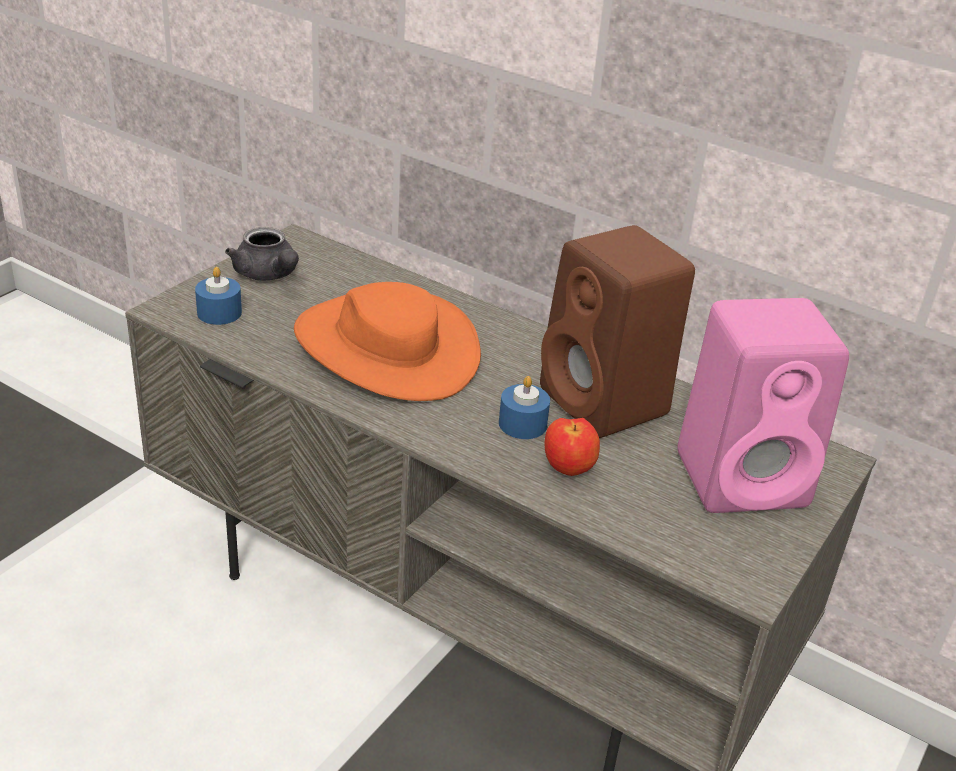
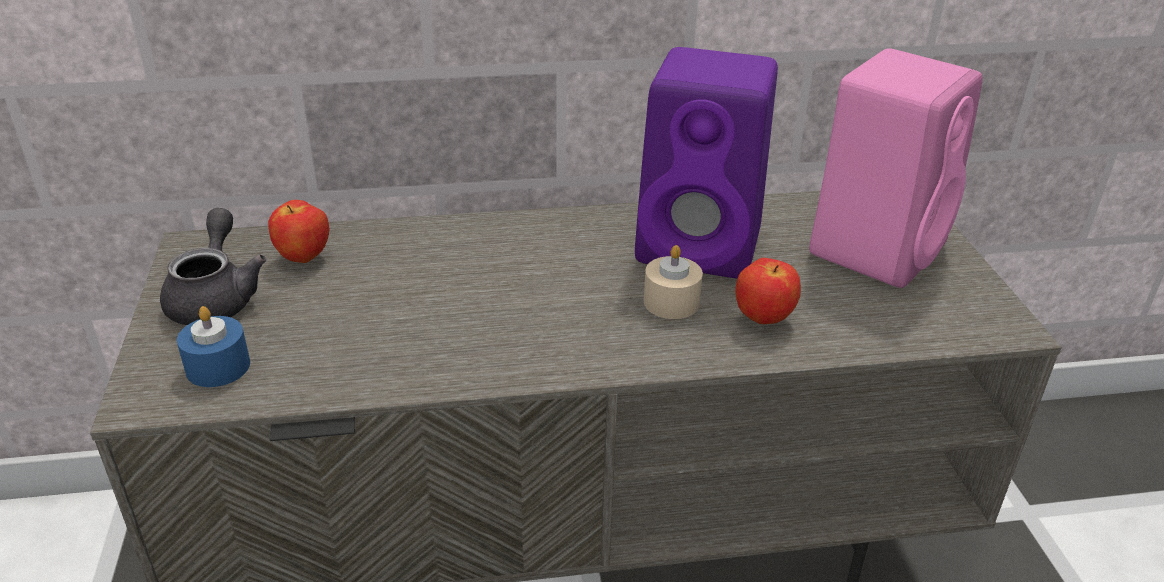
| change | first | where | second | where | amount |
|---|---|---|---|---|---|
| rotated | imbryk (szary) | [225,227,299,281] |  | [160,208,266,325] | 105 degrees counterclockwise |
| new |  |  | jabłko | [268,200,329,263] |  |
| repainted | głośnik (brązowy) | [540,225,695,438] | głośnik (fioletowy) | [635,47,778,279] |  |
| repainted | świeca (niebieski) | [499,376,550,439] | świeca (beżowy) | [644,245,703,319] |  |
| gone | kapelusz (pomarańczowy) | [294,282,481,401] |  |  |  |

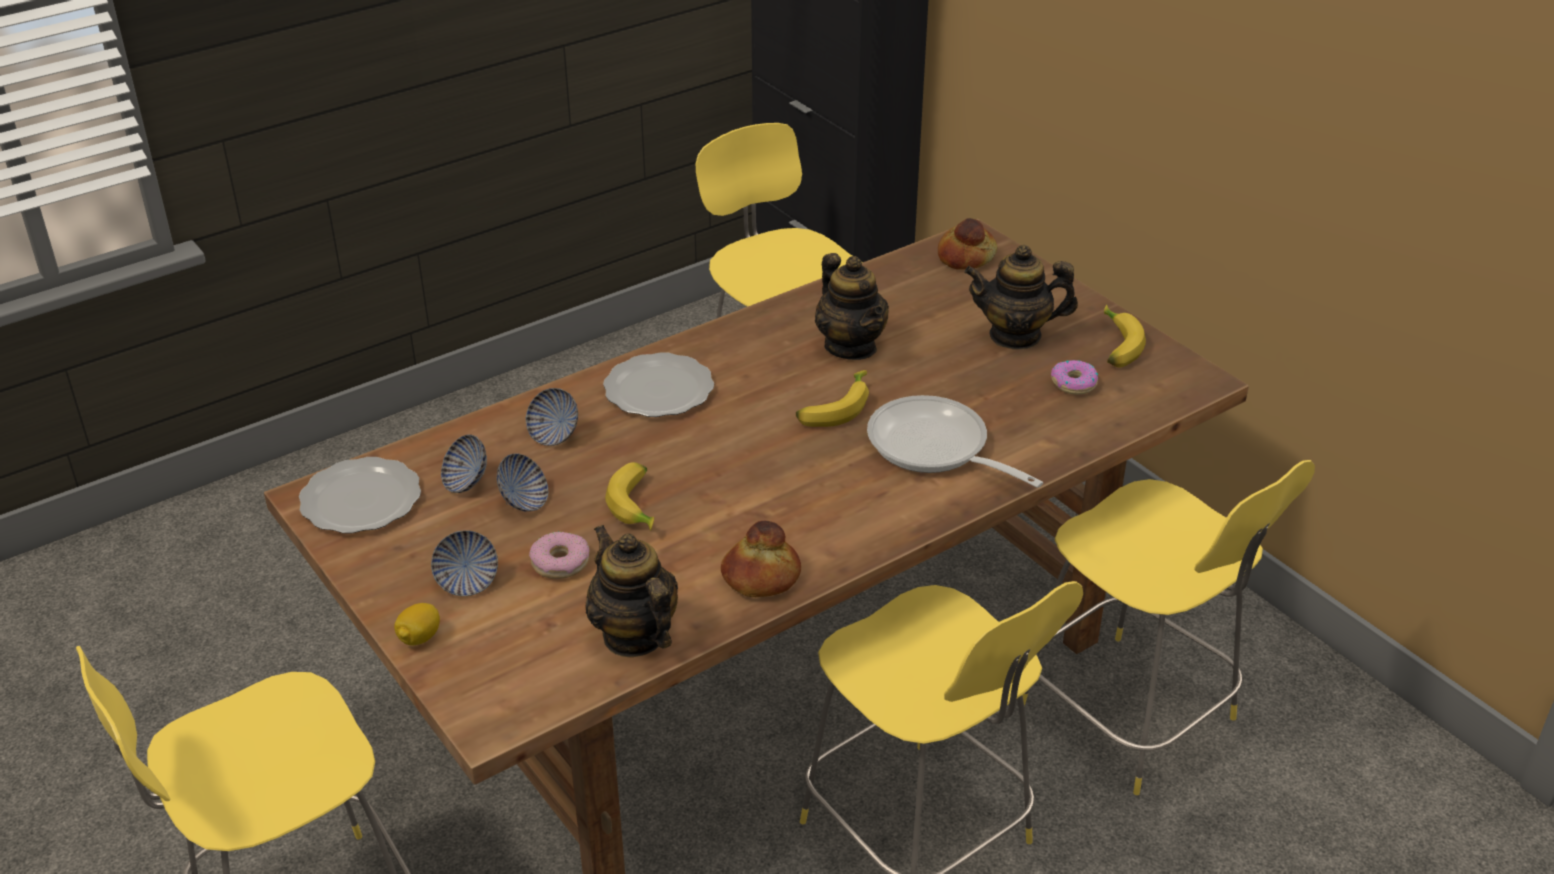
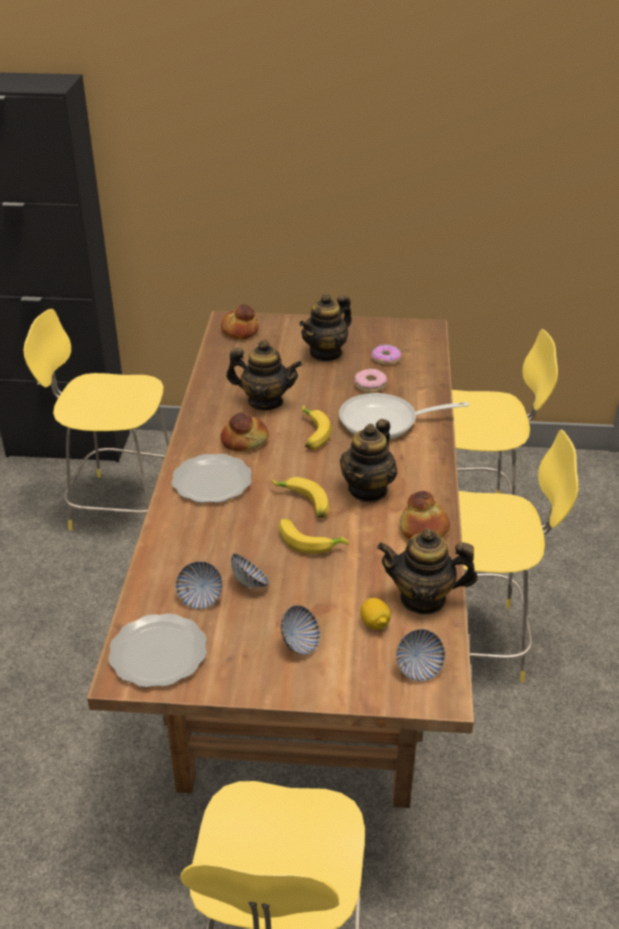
| change | first | where | second | where | amount |
|---|---|---|---|---|---|
| new |  |  | chleb | [220,412,269,451] |  |
| shifted | banan | [1104,305,1146,368] |  | [271,477,329,518] |  |
| new |  |  | imbryk | [340,419,398,502] |  |
| shifted | donut | [529,532,589,579] |  | [354,369,387,393] |  |
| shifted | cytryna | [394,603,440,646] |  | [360,598,391,630] |  |
| shifted | miska | [526,388,578,446] |  | [396,629,445,681] |  |

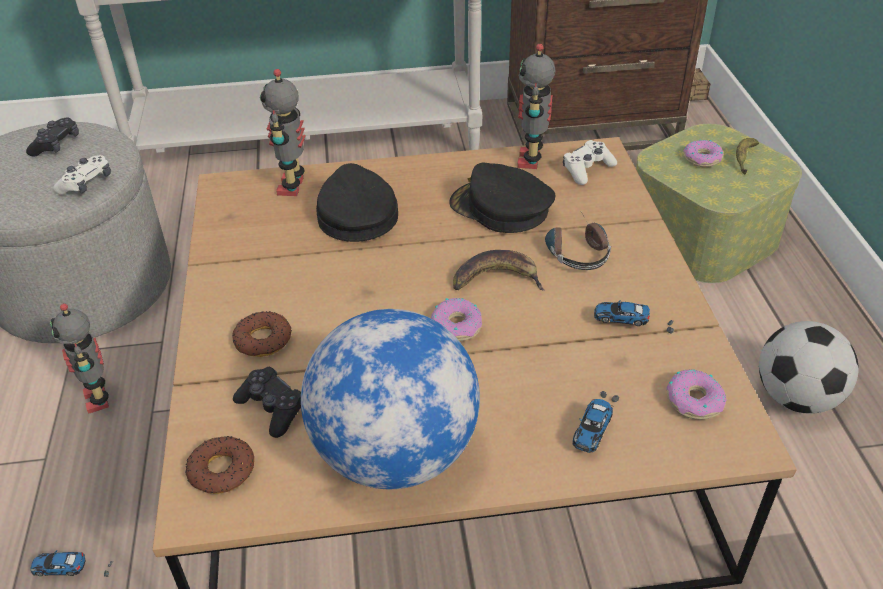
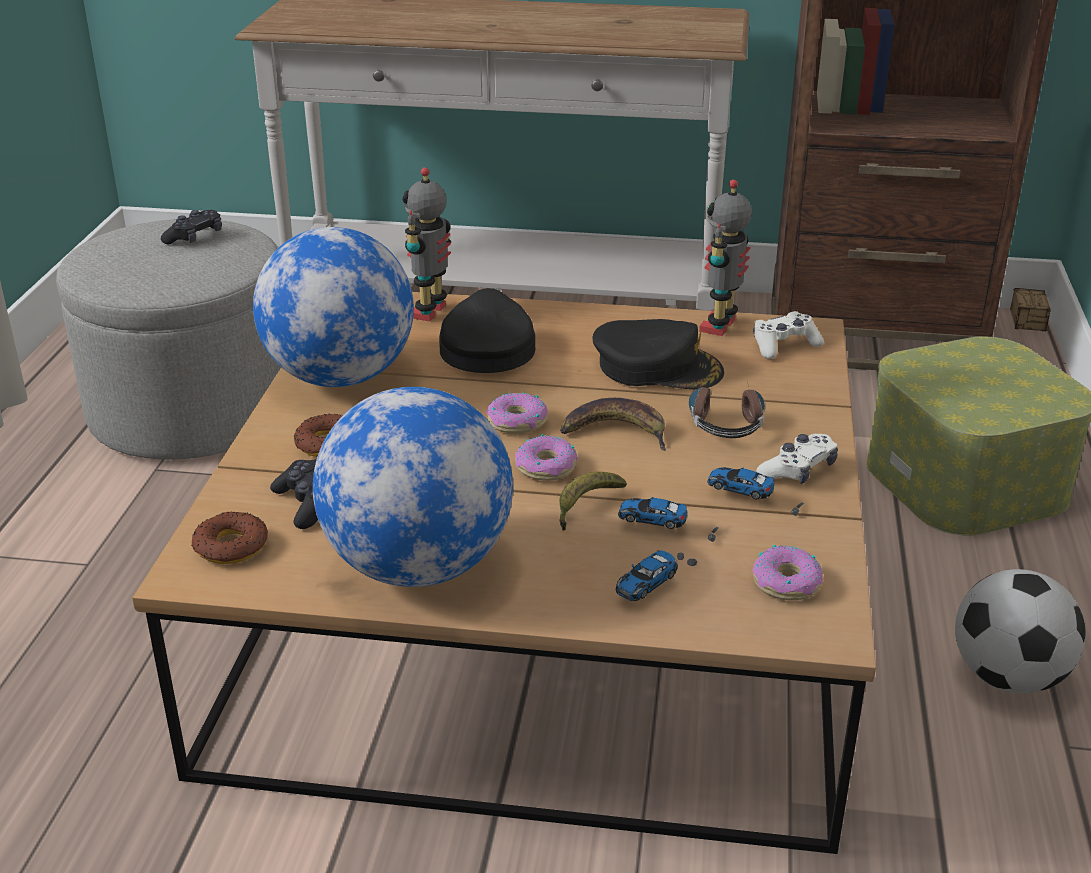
| change | first | where | second | where | amount |
|---|---|---|---|---|---|
| new |  |  | globus | [253,227,414,387] |  |
| shifted | donut | [683,139,724,167] |  | [487,392,548,433] |  |
| shifted | banan | [736,138,759,175] |  | [559,472,627,531] |  |
| rotated | czapka z daszkiem (czarny) | [449,162,556,233] |  | [593,319,724,389] | 150 degrees clockwise |
| shifted | samochodzik | [30,550,113,577] |  | [618,497,719,542] |  |
| shifted | pad do gier (biały) | [53,155,111,195] |  | [756,434,838,484] |  |
| gone | robot zabawkowy | [50,303,109,414] |  |  |  |

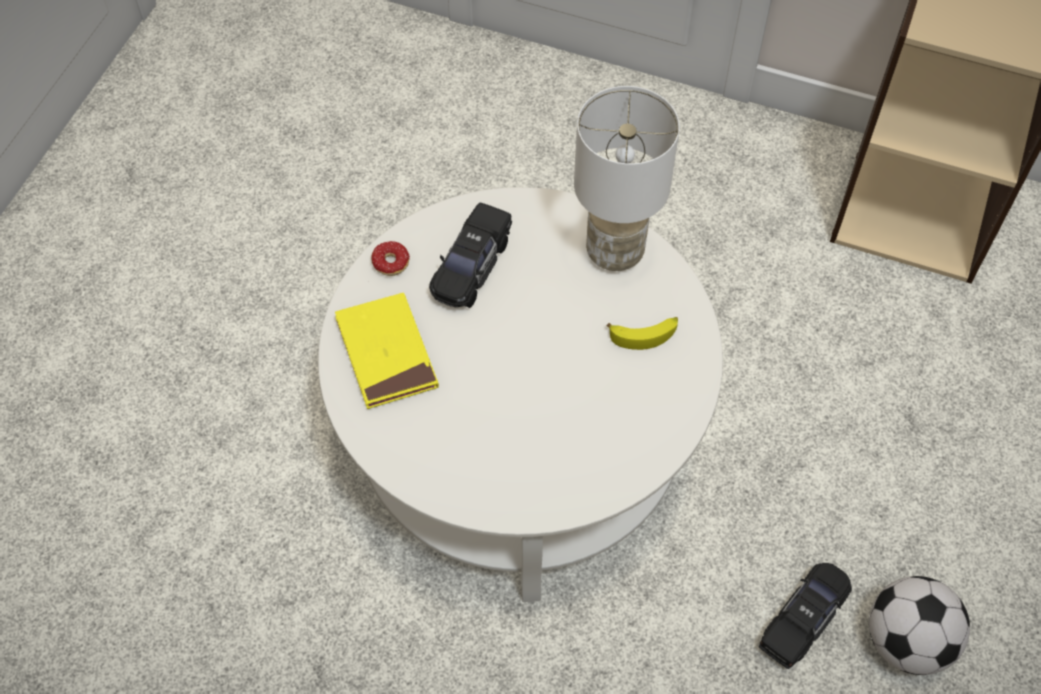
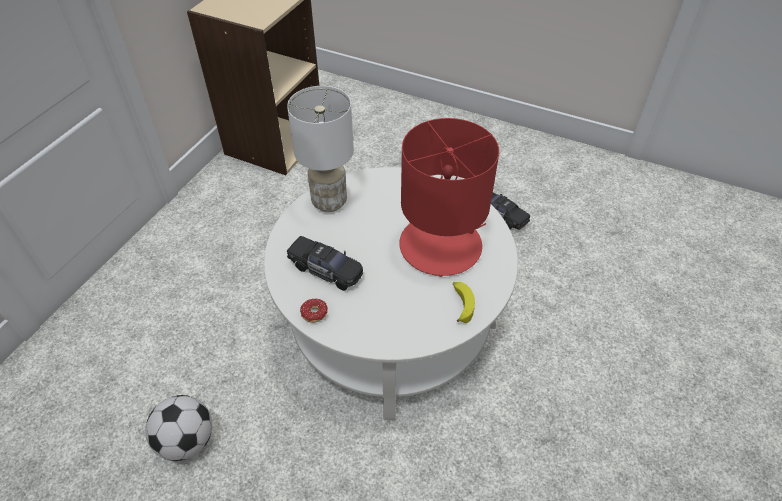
| change | first | where | second | where | amount |
|---|---|---|---|---|---|
| shifted | piłka futbolowa | [869,576,970,675] |  | [145,395,212,461] |  |
| new |  |  | lampa stołowa (czerwony) | [399,118,499,277] |  |
| shifted | banan | [606,317,678,350] |  | [453,282,475,323] |  |
| gone | książka (żółty) | [335,293,439,409] |  |  |  |

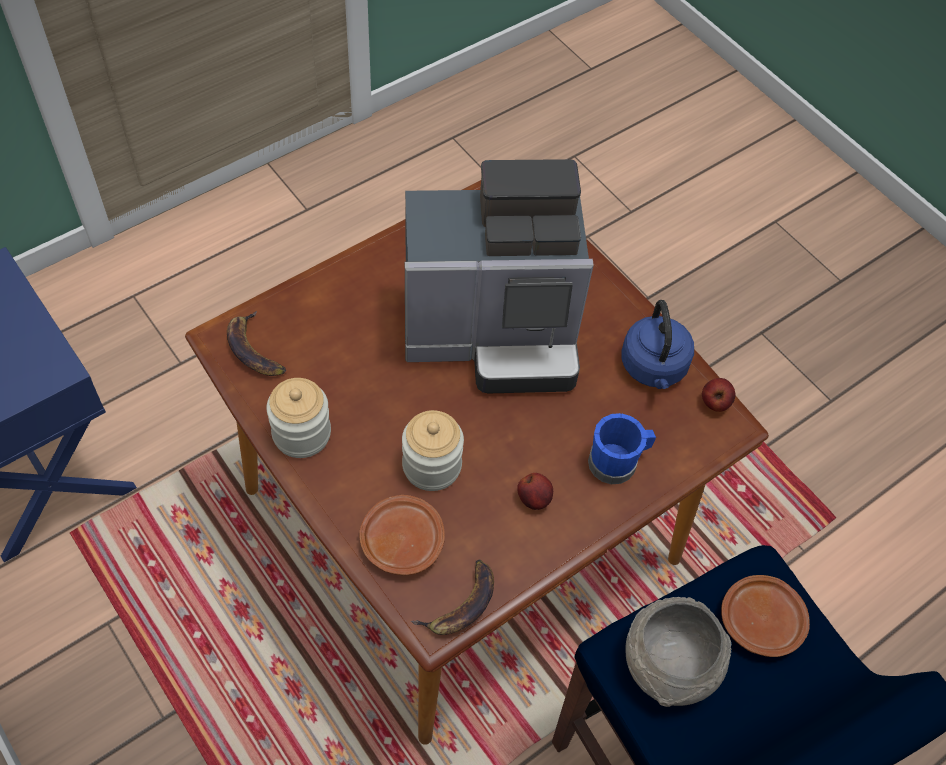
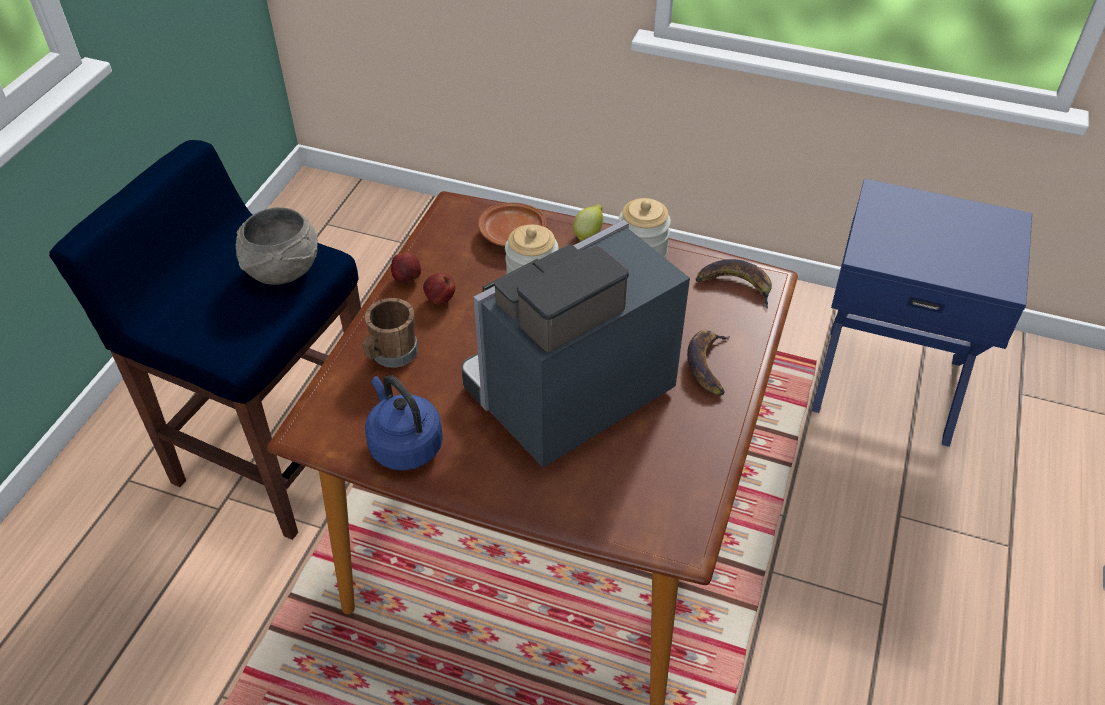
| change | first | where | second | where | amount |
|---|---|---|---|---|---|
| repainted | kubek (niebieski) | [588,413,656,484] | kubek (brązowy) | [362,298,418,368] |  |
| shifted | jabłko | [702,378,736,412] |  | [391,252,421,284] |  |
| new |  |  | cytryna | [573,205,603,241] |  |
| shifted | banan | [411,559,494,635] |  | [687,330,730,396] |  |
| gone | talerz (brązowy) | [721,575,810,657] |  |  |  |

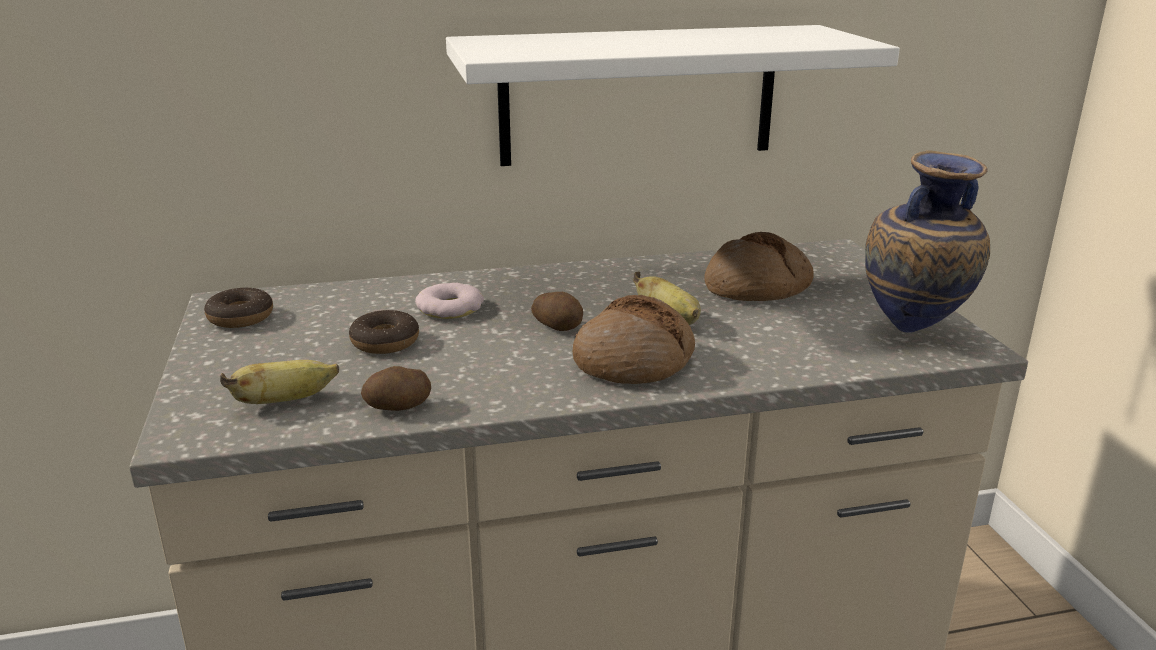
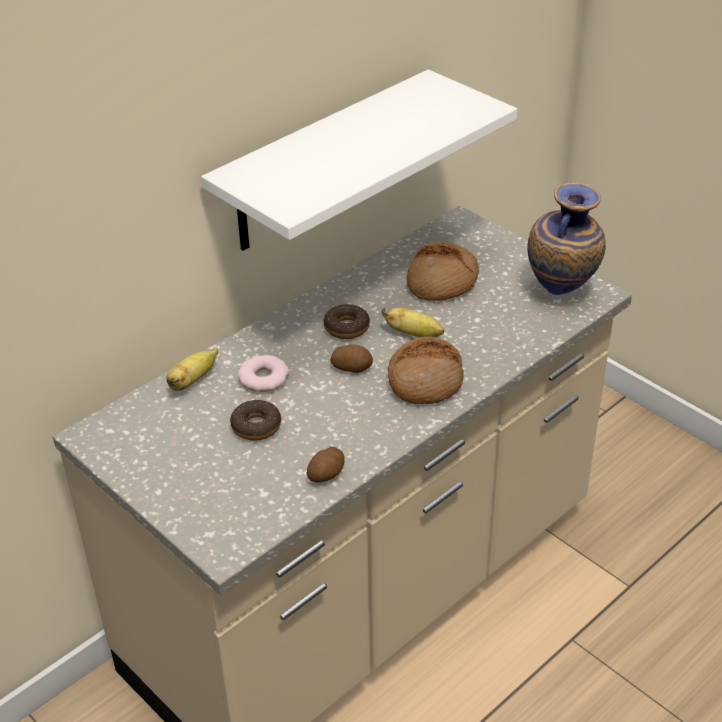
| change | first | where | second | where | amount |
|---|---|---|---|---|---|
| shifted | banan | [220,360,339,404] |  | [166,349,218,391] |  |
| shifted | donut | [204,287,273,328] |  | [324,304,370,339] |  |

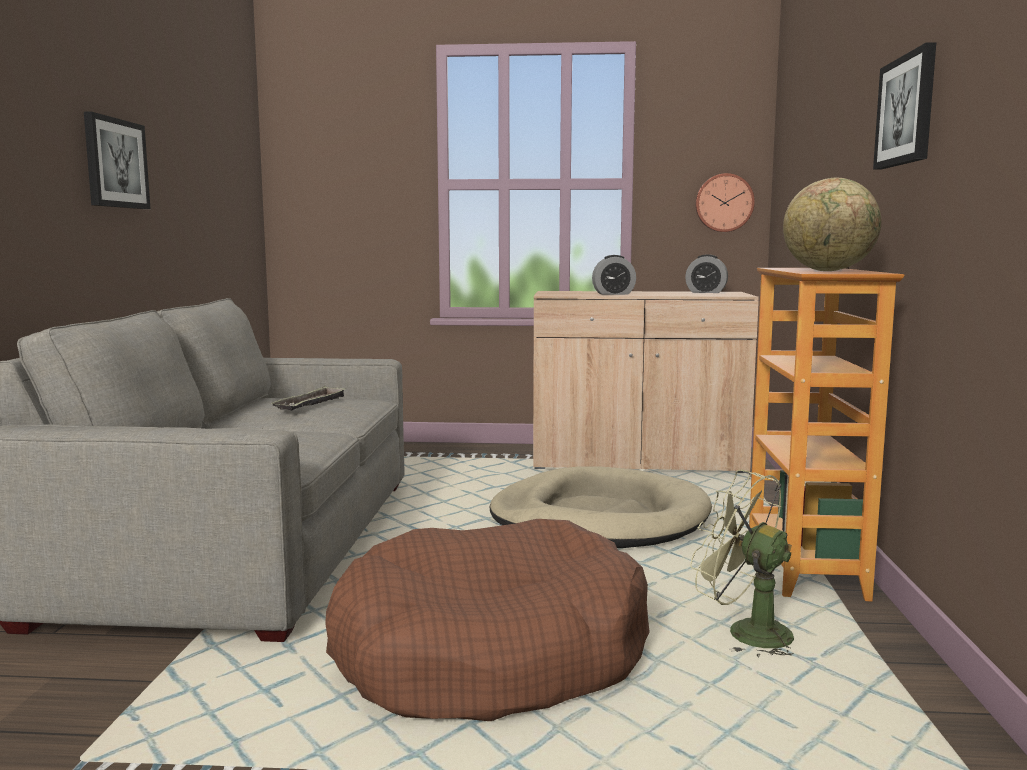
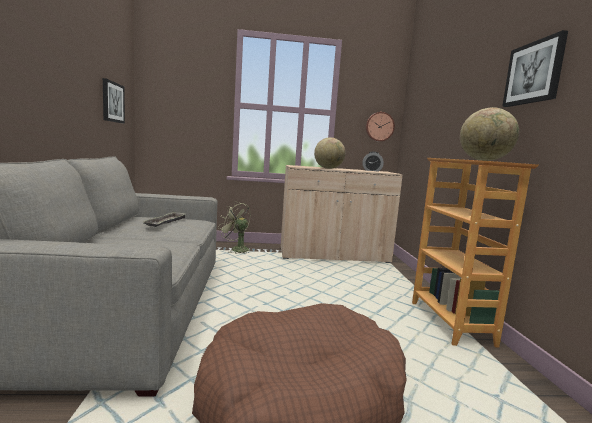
| change | first | where | second | where | amount |
|---|---|---|---|---|---|
| shifted | obraz | [84,112,151,209] |  | [103,78,125,123] |  |
| shifted | wentylator (zielony) | [690,470,794,658] |  | [218,201,251,254] |  |
| swapped | budzik | [592,255,636,295] | globus | [314,137,346,169] |  |
| gone | legowisko (beżowy) | [490,466,712,548] |  |  |  |

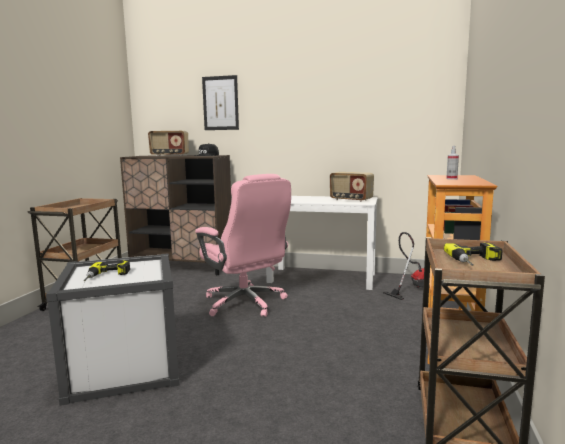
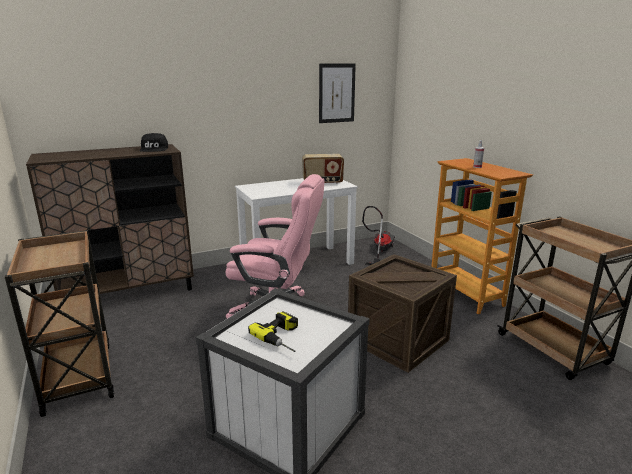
| change | first | where | second | where | amount |
|---|---|---|---|---|---|
| shifted | obraz | [202,75,239,130] |  | [319,63,356,123] |  |
| new |  |  | skrzynka | [348,254,457,373] |  |
| gone | radio | [148,131,189,156] |  |  |  |
| gone | wiertarka | [444,242,503,266] |  |  |  |

